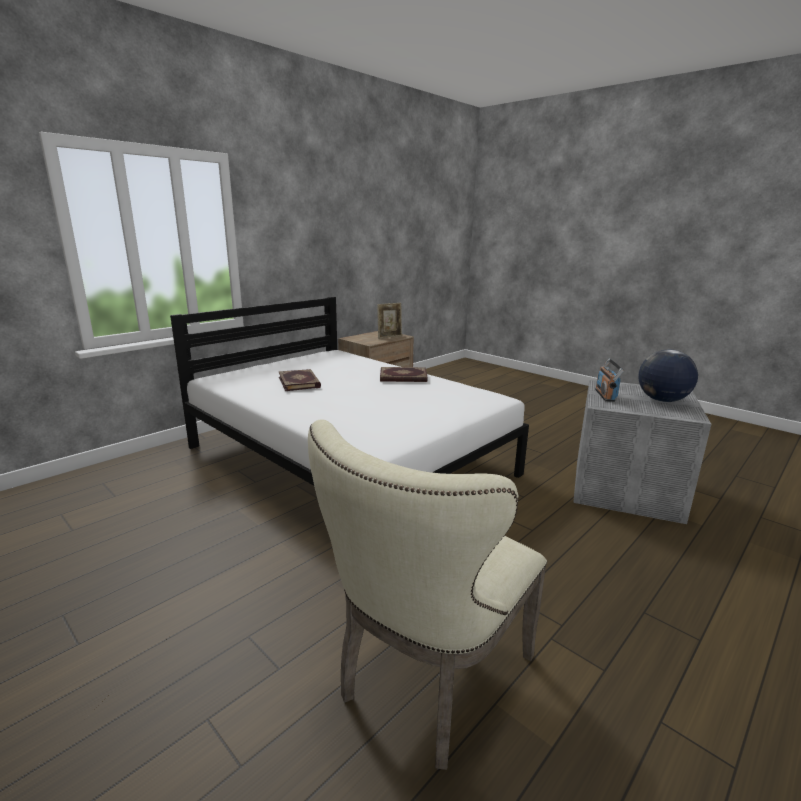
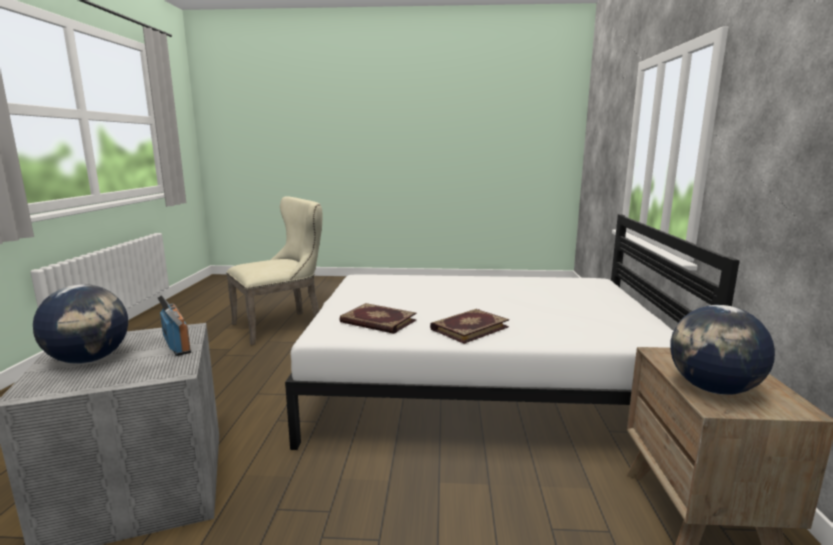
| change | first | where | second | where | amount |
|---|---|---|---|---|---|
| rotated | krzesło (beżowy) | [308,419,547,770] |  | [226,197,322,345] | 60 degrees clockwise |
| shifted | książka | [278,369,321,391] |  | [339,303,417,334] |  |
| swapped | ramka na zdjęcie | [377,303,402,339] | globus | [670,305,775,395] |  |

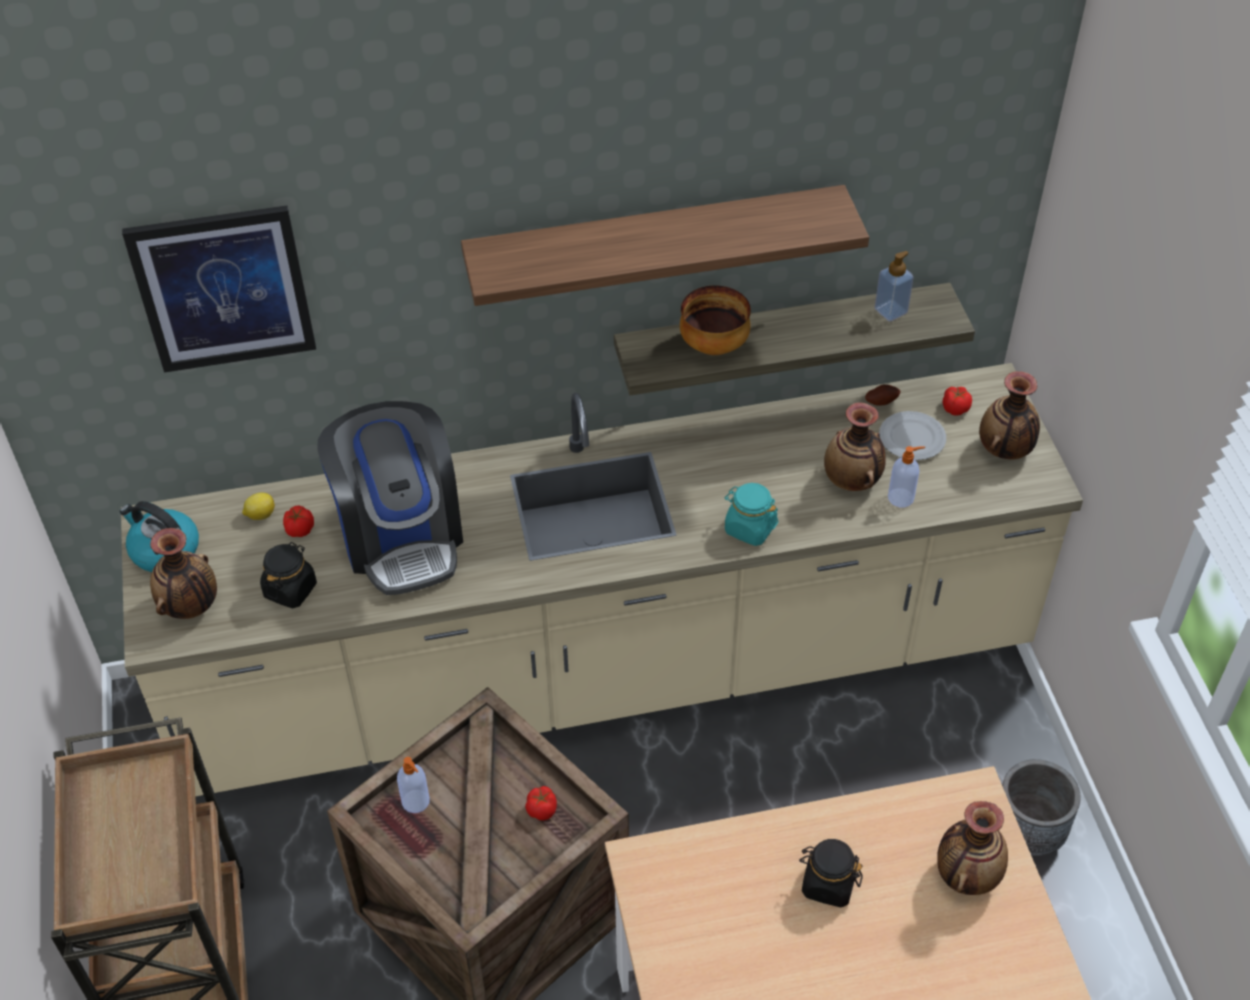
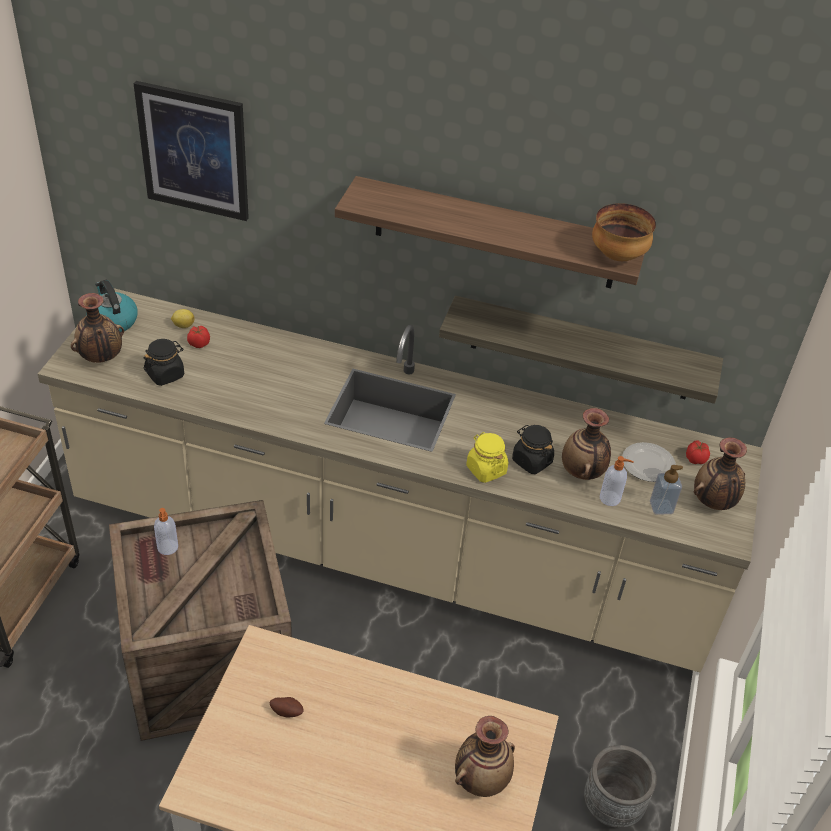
| change | first | where | second | where | amount |
|---|---|---|---|---|---|
| shifted | ziemniak | [865,385,900,406] |  | [270,697,303,718] |  |
| repainted | słoik (turkusowy) | [724,483,778,546] | słoik (żółty) | [466,432,508,483] |  |
| shifted | słoik (czarny) | [799,839,863,907] |  | [512,425,554,474] |  |
| shifted | miska | [680,285,751,355] |  | [592,203,656,261] |  |
| shifted | dozownik mydła | [874,251,914,321] |  | [650,465,683,515] |  |
| gone | ekspres do kawy | [317,401,463,595] |  |  |  |
| gone | pomidor | [525,786,557,821] |  |  |  |

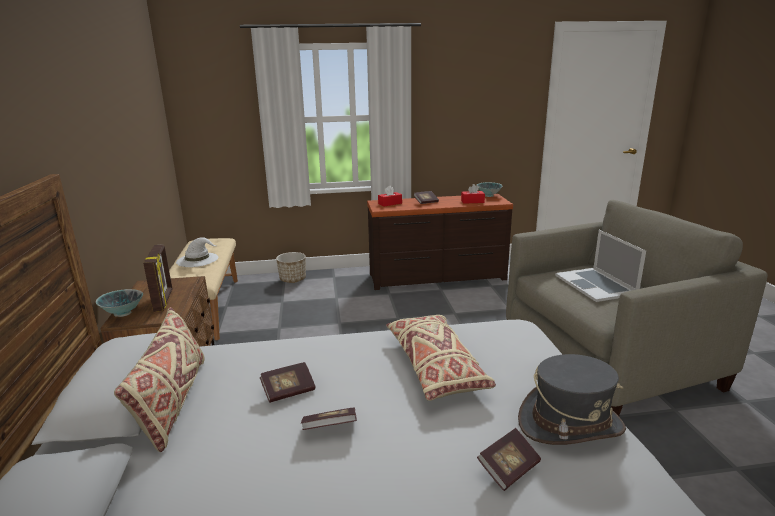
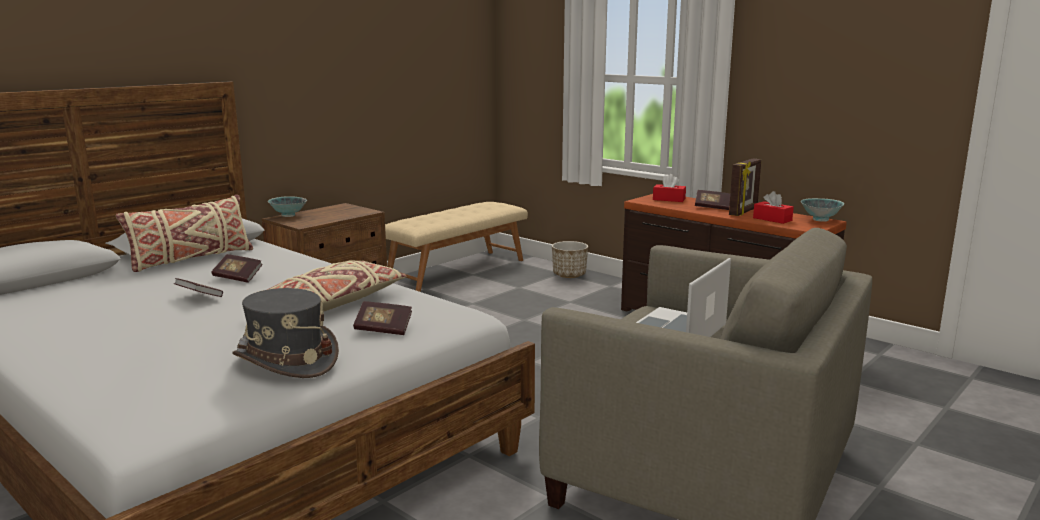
| change | first | where | second | where | amount |
|---|---|---|---|---|---|
| shifted | książka | [477,428,541,491] |  | [353,301,412,335] |  |
| shifted | ramka na zdjęcie | [143,244,172,312] |  | [729,158,761,216] |  |
| gone | kapelusz (biały) | [176,237,218,267] |  |  |  |

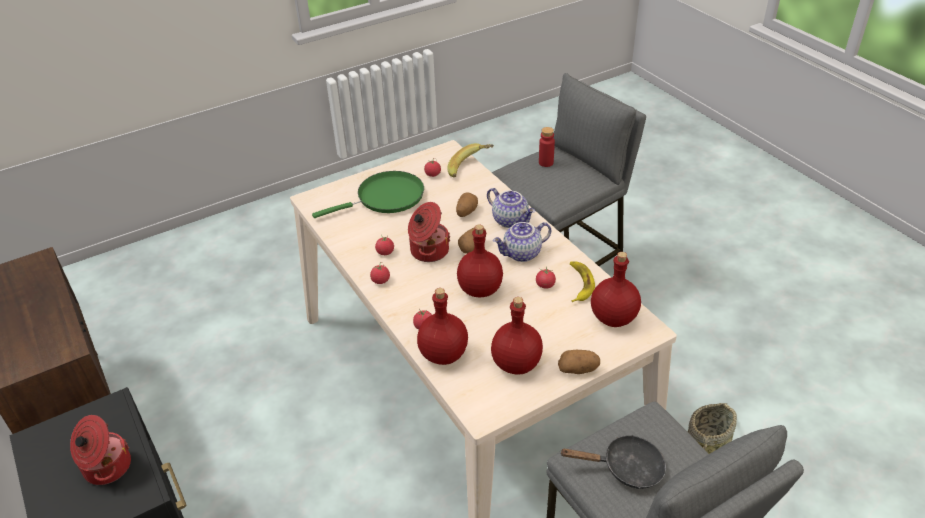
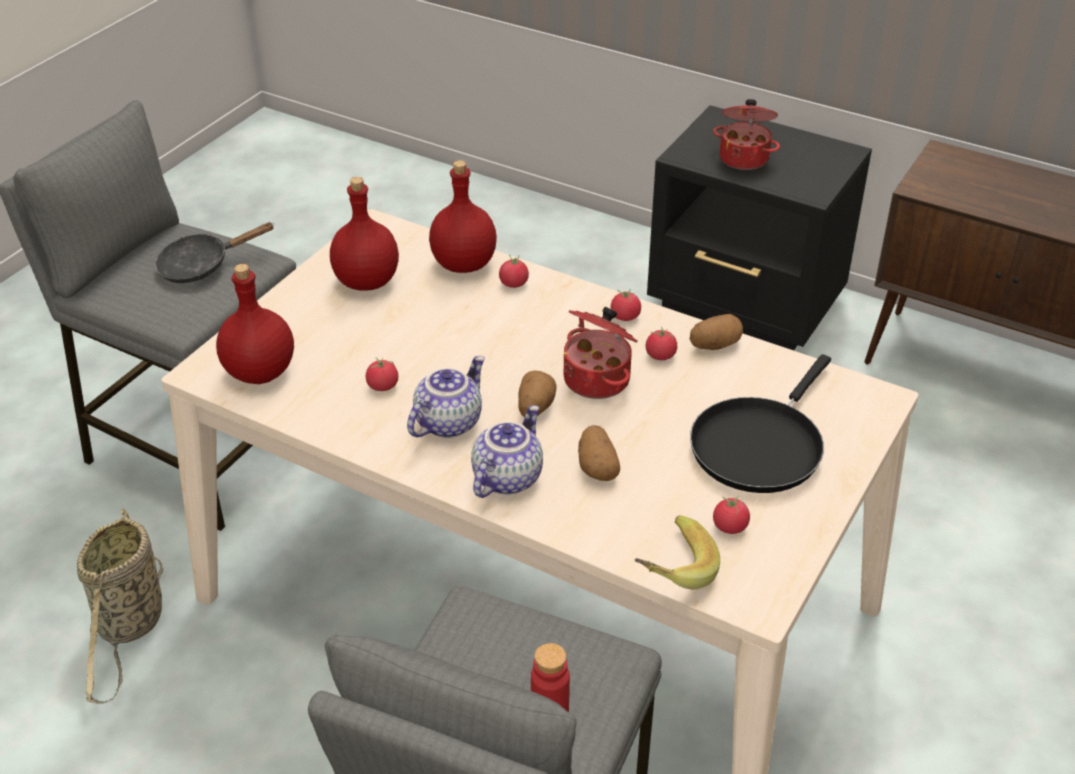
| change | first | where | second | where | amount |
|---|---|---|---|---|---|
| rotated | imbryk | [487,188,535,228] |  | [471,405,543,498] | 105 degrees clockwise |
| shifted | ziemniak | [558,350,600,374] |  | [690,314,743,350] |  |
| repainted | patelnia (zielony) | [312,171,424,218] | patelnia (czarny) | [690,354,831,493] |  |
| gone | butelka (czerwony) | [457,224,503,297] |  |  |  |
| gone | banan | [570,261,595,302] |  |  |  |

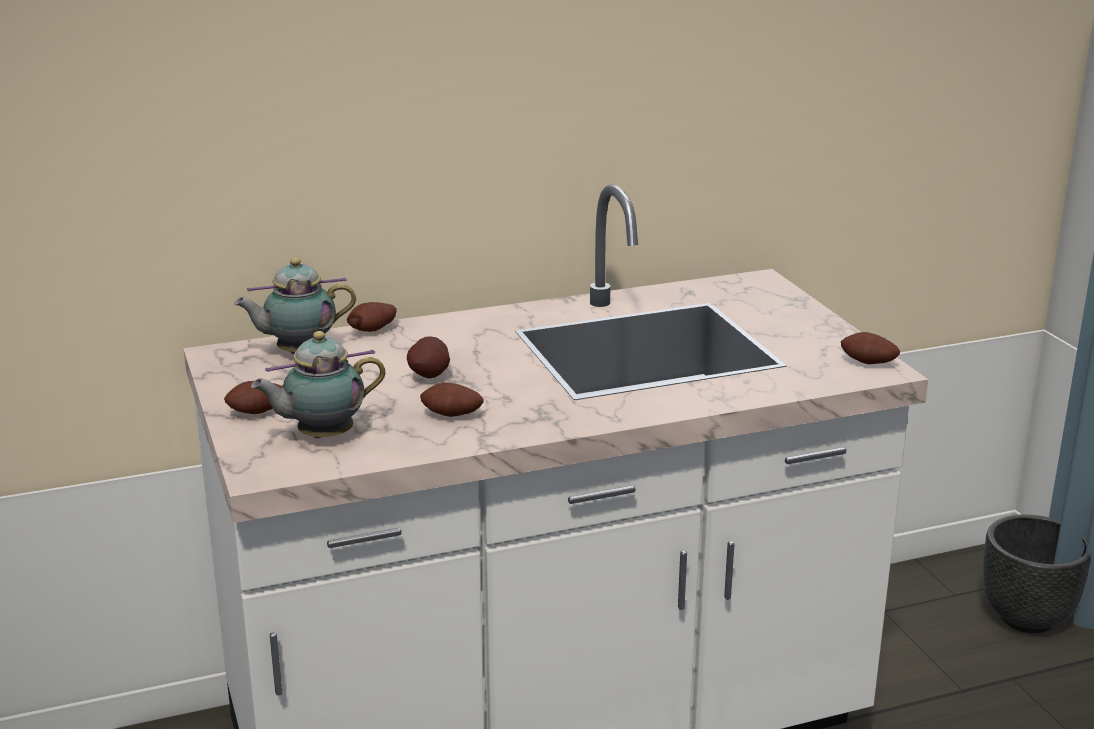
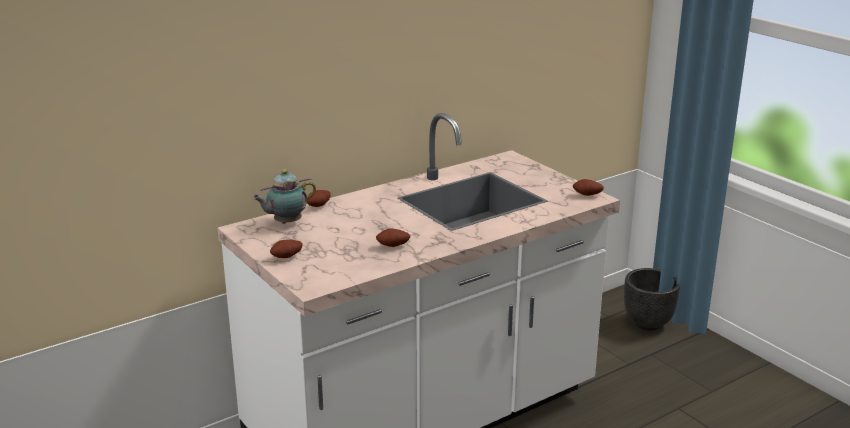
| change | first | where | second | where | amount |
|---|---|---|---|---|---|
| gone | imbryk | [251,331,386,438] |  |  |  |
| gone | ziemniak | [407,336,450,378] |  |  |  |

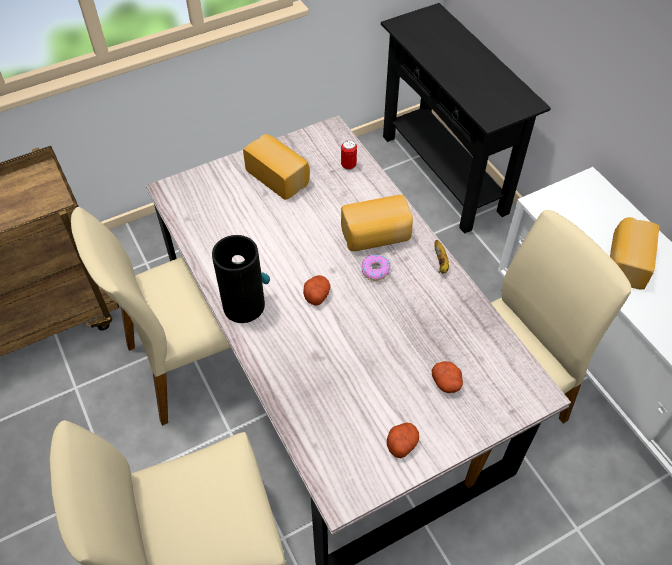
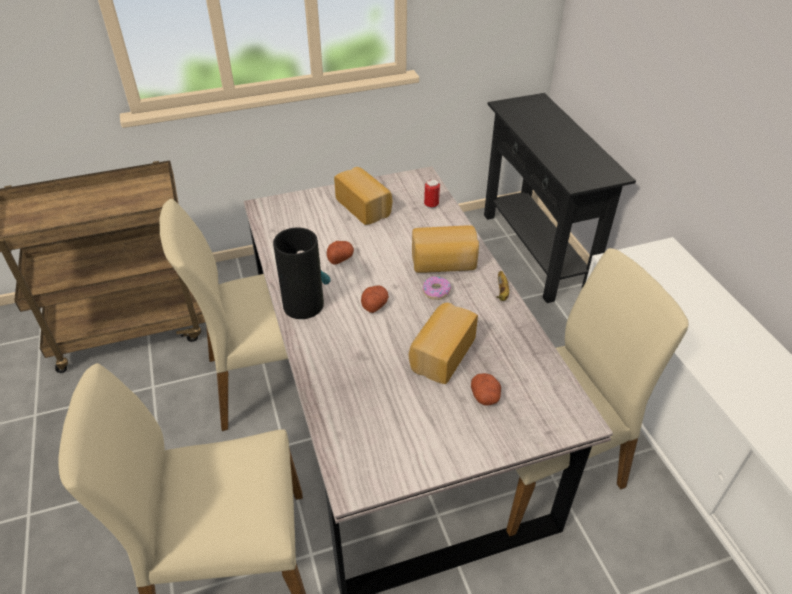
| change | first | where | second | where | amount |
|---|---|---|---|---|---|
| shifted | ziemniak | [387,422,419,458] |  | [327,241,354,265] |  |
| shifted | chleb | [610,217,659,290] |  | [409,303,478,384] |  |

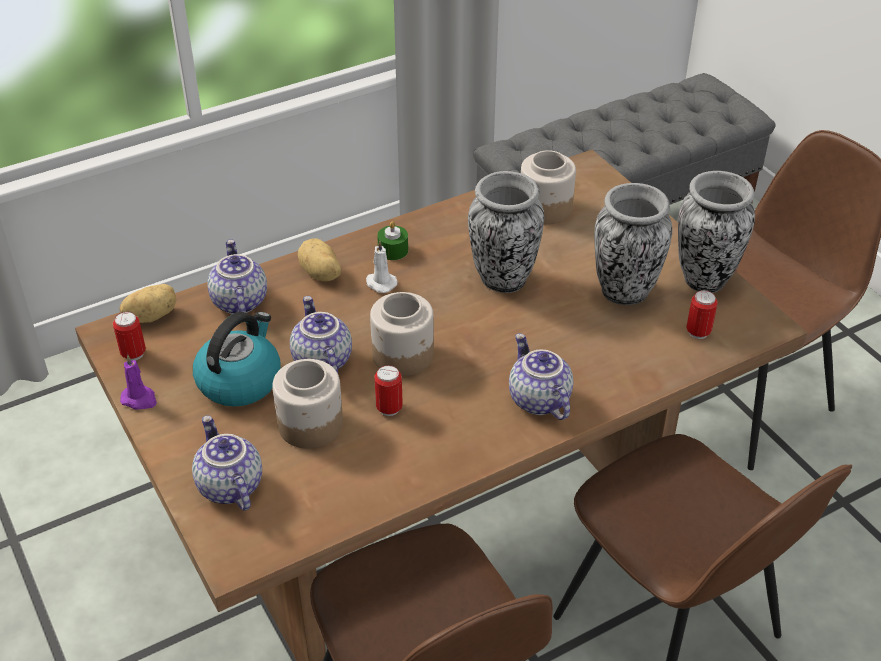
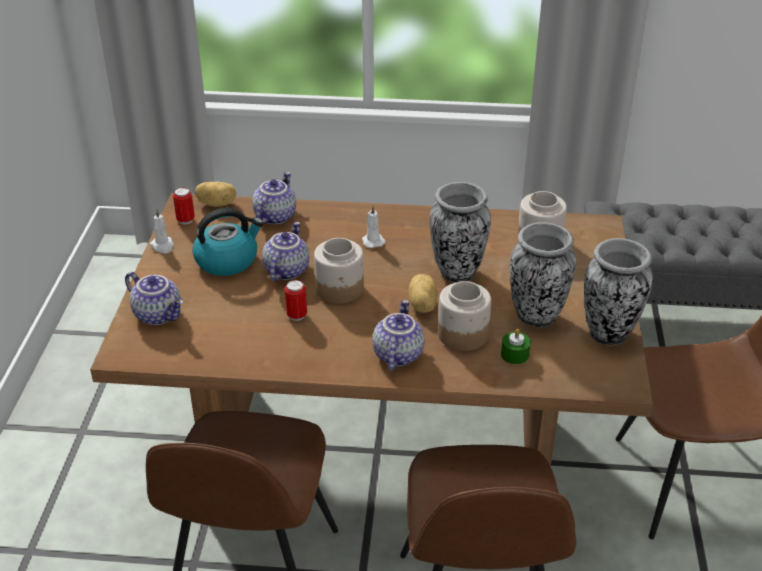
| change | first | where | second | where | amount |
|---|---|---|---|---|---|
| rotated | imbryk | [192,415,262,511] |  | [125,272,184,325] | 120 degrees clockwise |
| repainted | świeca (fioletowy) | [120,354,157,410] | świeca (biały) | [150,209,174,254] |  |
| shifted | ziemniak | [297,238,341,281] |  | [409,274,438,313] |  |
| shifted | słoik | [272,359,343,449] |  | [438,281,491,351] |  |
| shifted | świeca (zielony) | [377,221,408,260] |  | [501,329,531,364] |  |
| gone | puszka | [687,290,718,339] |  |  |  |

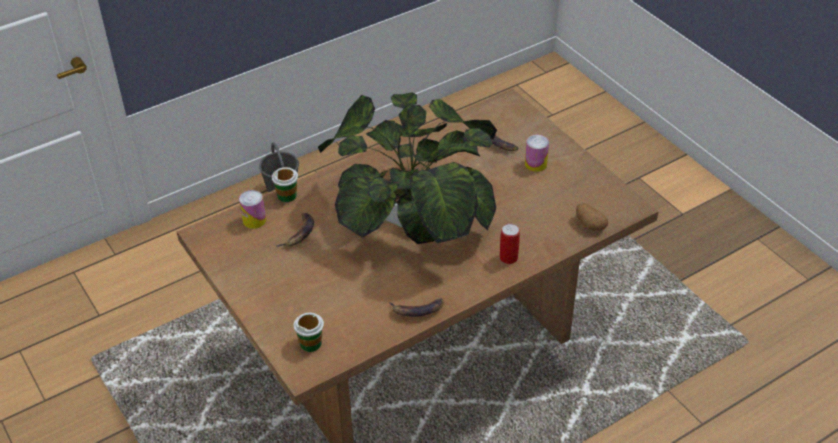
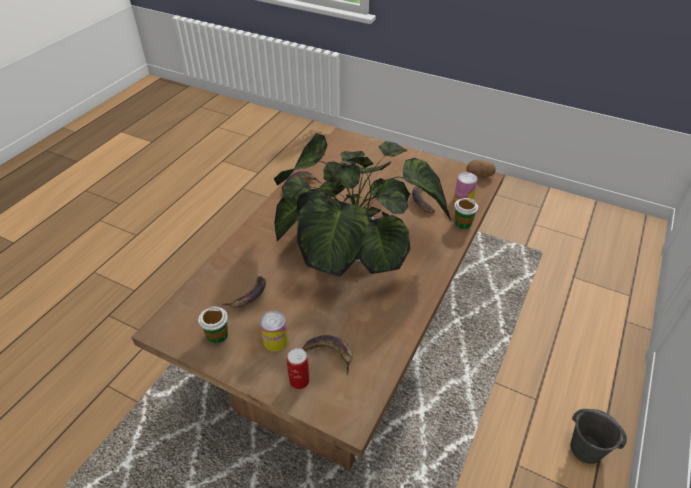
| change | first | where | second | where | amount |
|---|---|---|---|---|---|
| shifted | filiżanka | [293,313,324,352] |  | [198,306,228,344] |  |
| new |  |  | banan | [222,276,266,308] |  |
| shifted | puszka | [500,223,520,264] |  | [287,348,310,389] |  |
| shifted | ziemniak | [576,203,608,231] |  | [466,160,496,177] |  |

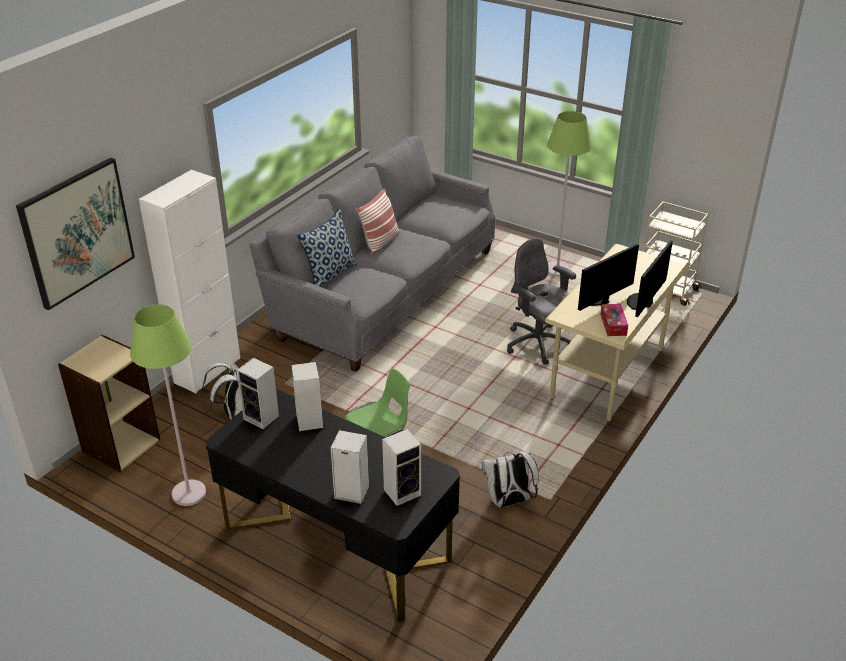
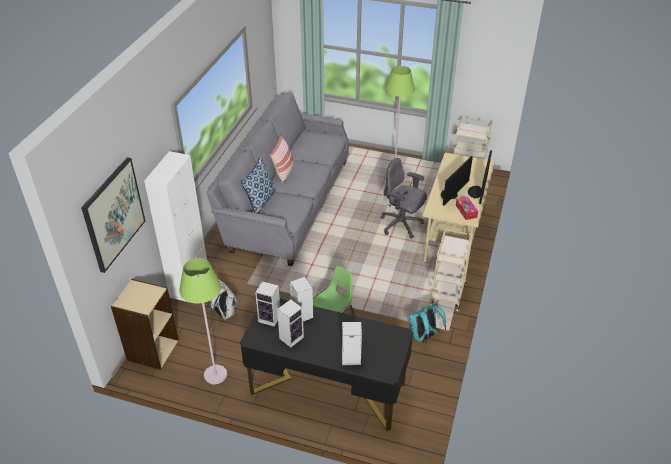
| change | first | where | second | where | amount |
|---|---|---|---|---|---|
| shifted | głośnik | [382,429,421,506] |  | [277,299,304,347] |  |
| repainted | plecak (biały) | [482,450,539,508] | plecak (turkusowy) | [408,303,446,343] |  |
| new |  |  | wózek (beżowy) | [429,229,473,312] |  |

